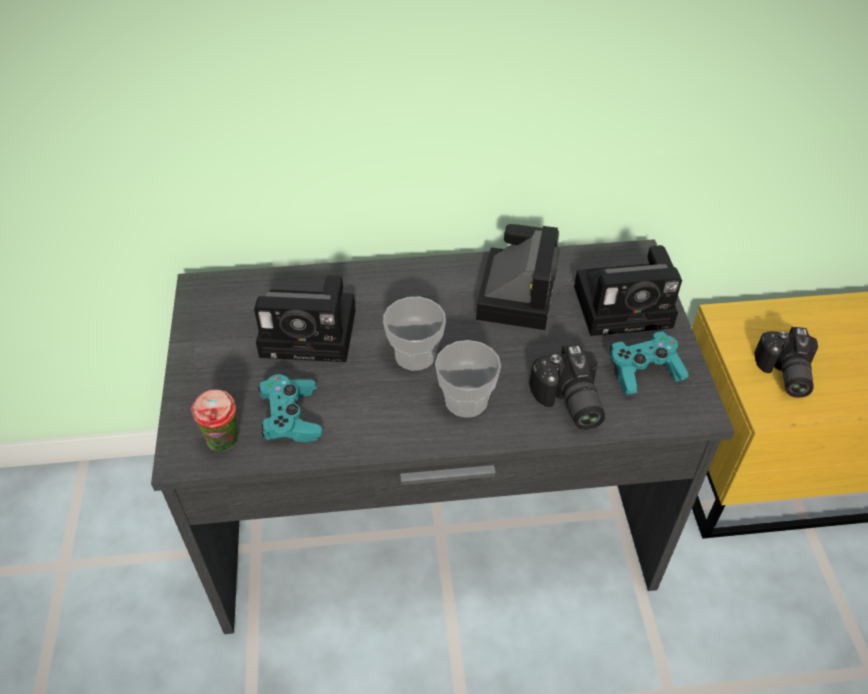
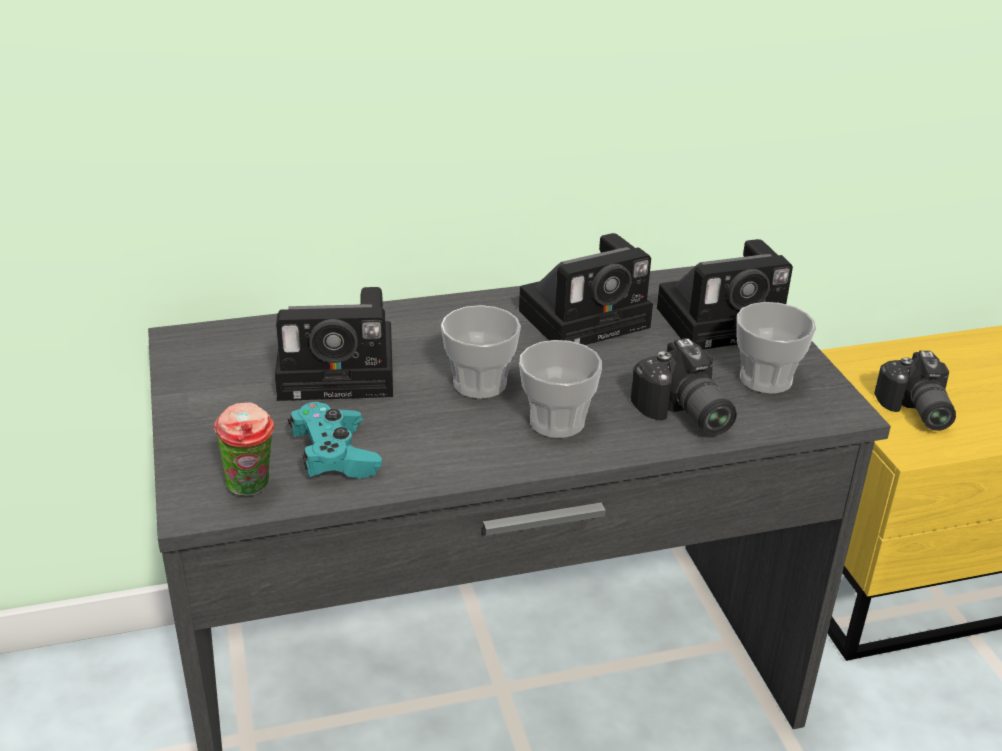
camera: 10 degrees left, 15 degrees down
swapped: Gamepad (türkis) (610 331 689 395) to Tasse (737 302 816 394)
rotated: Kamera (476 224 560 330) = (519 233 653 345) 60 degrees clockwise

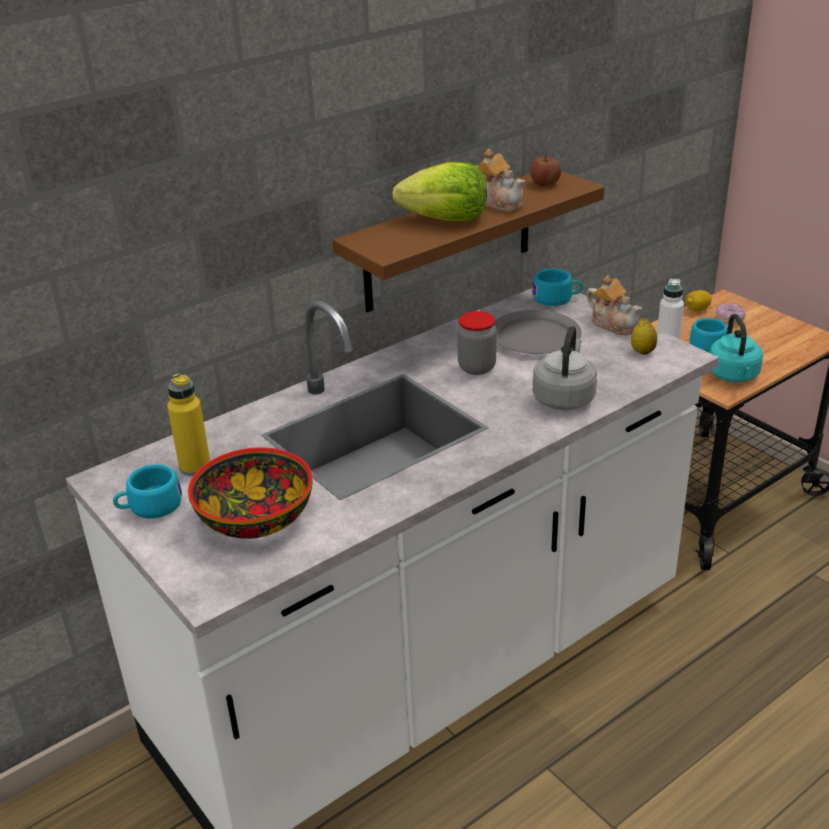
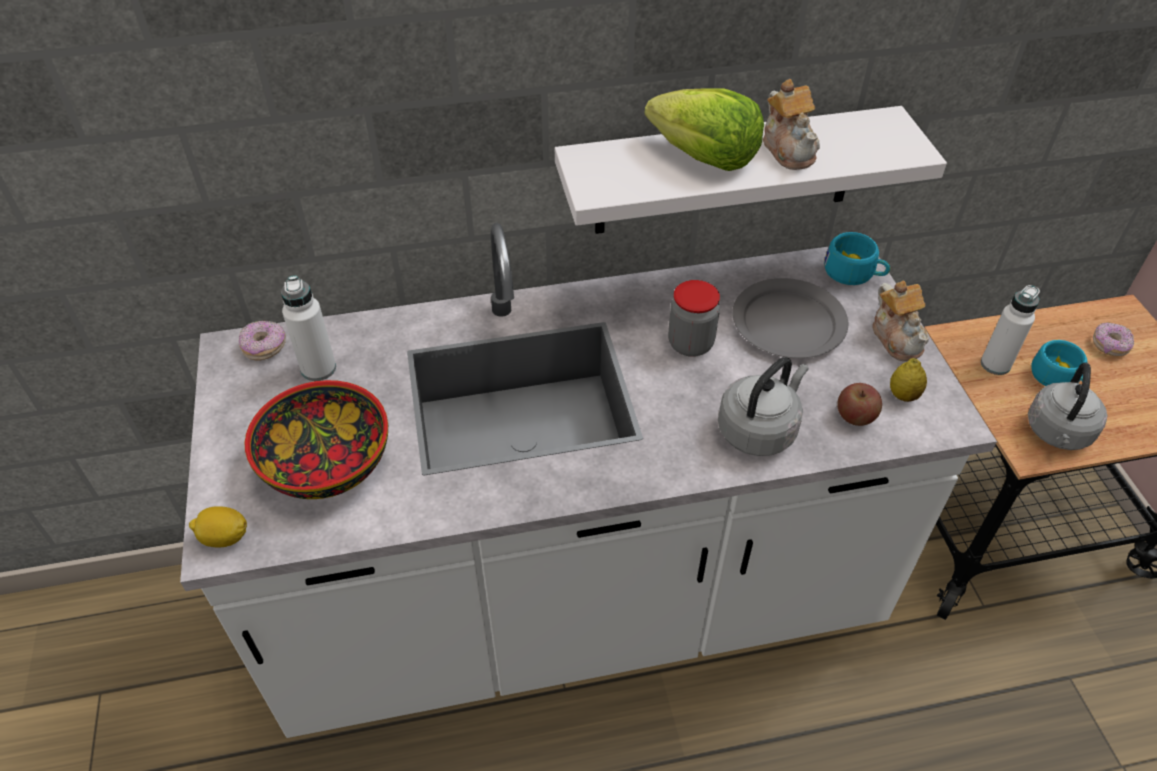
camera: 25 degrees right, 15 degrees up
gone: Tasse (türkis) (113 464 182 519)
new: Donut (239 320 286 361)
shifted: Apfel (530 156 561 187) to (837 383 882 426); Zitrone (686 290 712 311) to (189 506 247 547)
repainted: Flasche (gelb) (167 373 210 476) to Flasche (weiß) (281 276 336 381); Wandregal (braun) (332 171 604 312) to Wandregal (weiß) (555 106 947 234); Wasserkessel (türkis) (709 314 763 382) to Wasserkessel (grau) (1028 362 1107 450)

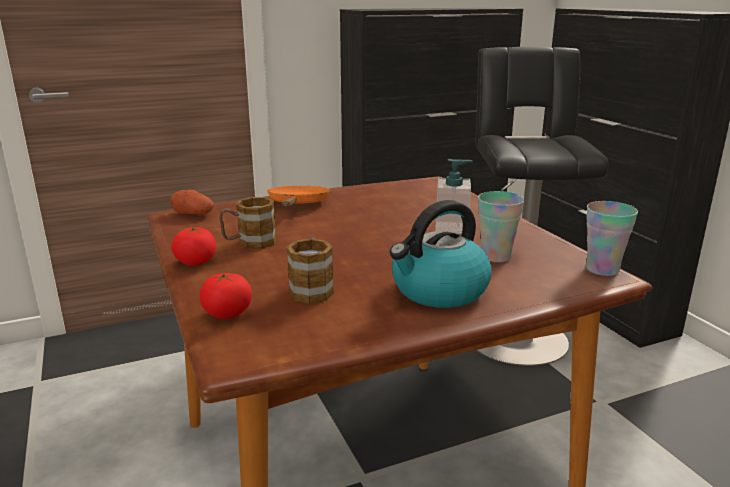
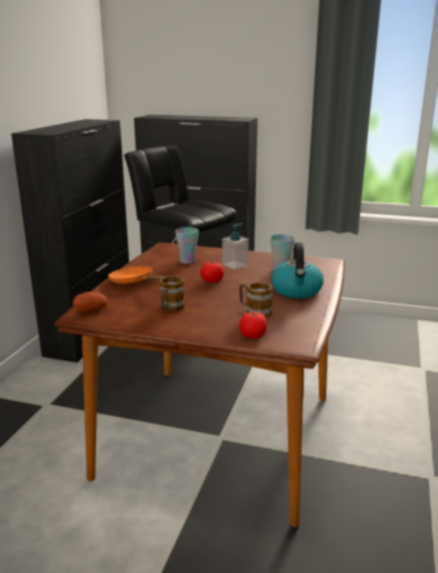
camera: 50 degrees left, 0 degrees up
shifted: Tomate (171 227 216 265) to (200 262 224 283); Tasse (586 201 638 276) to (175 227 199 264)

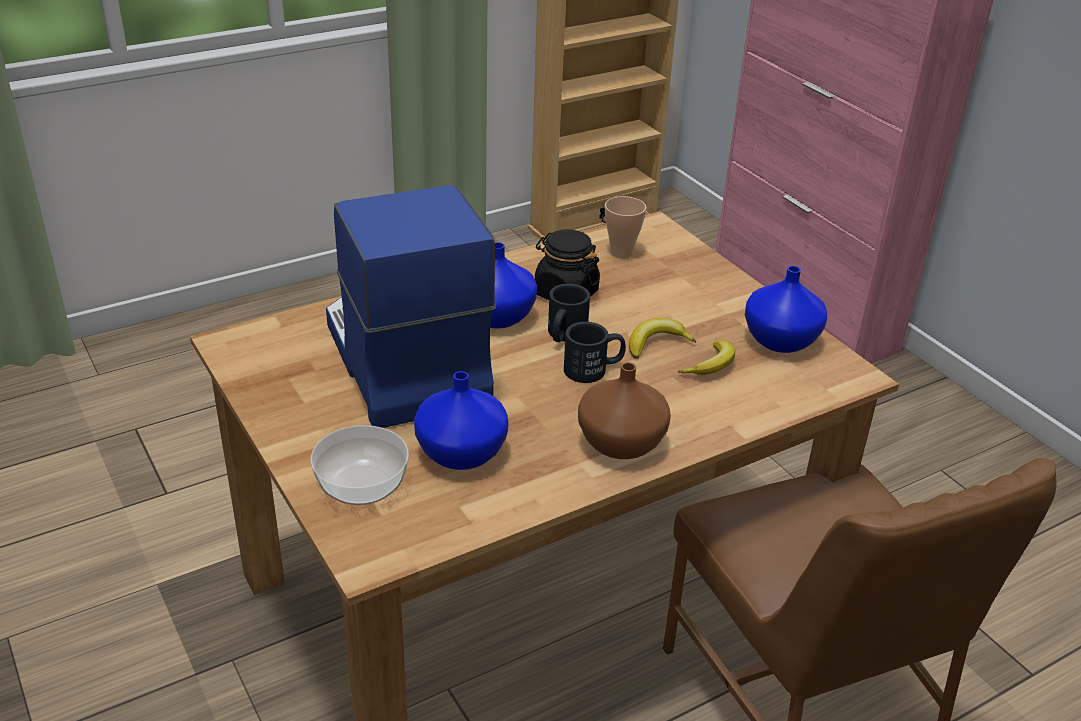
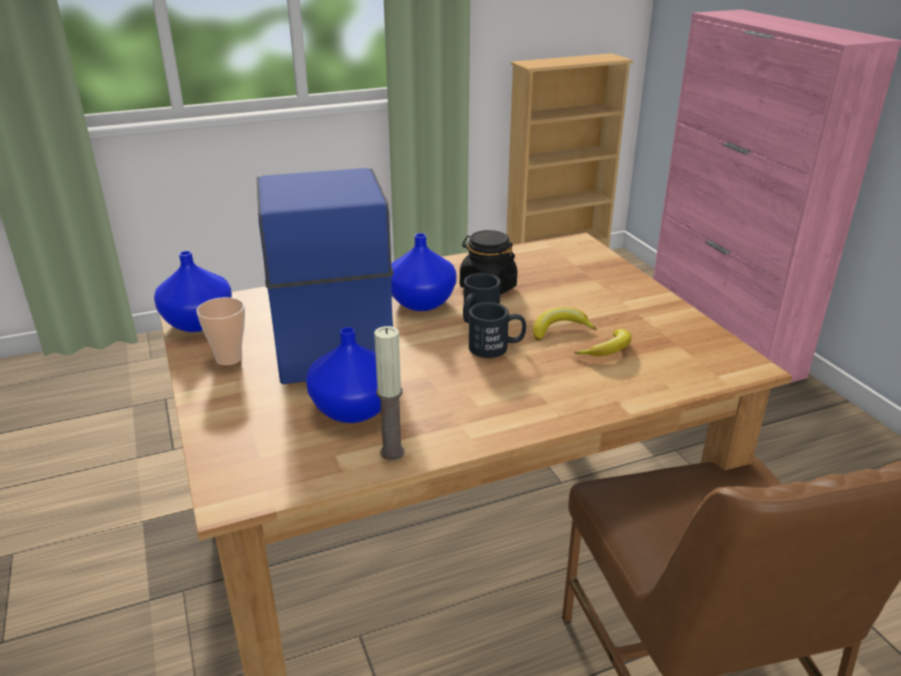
camera: 10 degrees right, 5 degrees down
gone: Schüssel (310 425 409 505); Vase (braun) (578 362 671 459)
new: Kerze (374 326 404 461)
shifted: Tasse (605 196 647 258) to (196 297 245 366); Vase (blau) (745 266 827 353) to (154 251 232 332)

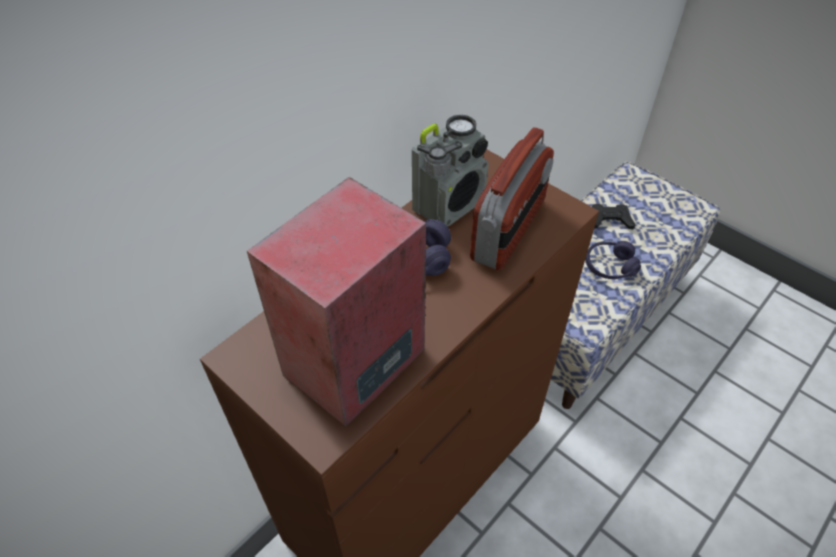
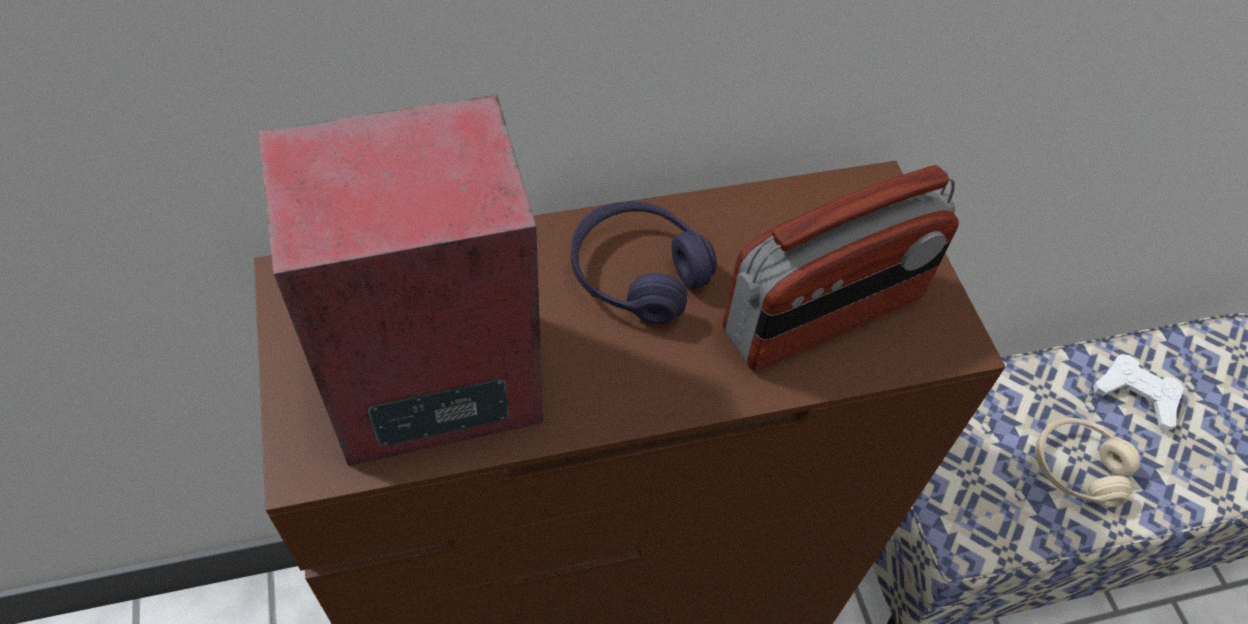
camera: 30 degrees right, 5 degrees up
gone: Radio (412 115 489 226)
repainted: Kopfhörer (lila) (586 241 641 280) to Kopfhörer (beige) (1035 418 1140 507); Gamepad (schwarz) (592 204 636 229) to Gamepad (weiß) (1093 354 1183 432)

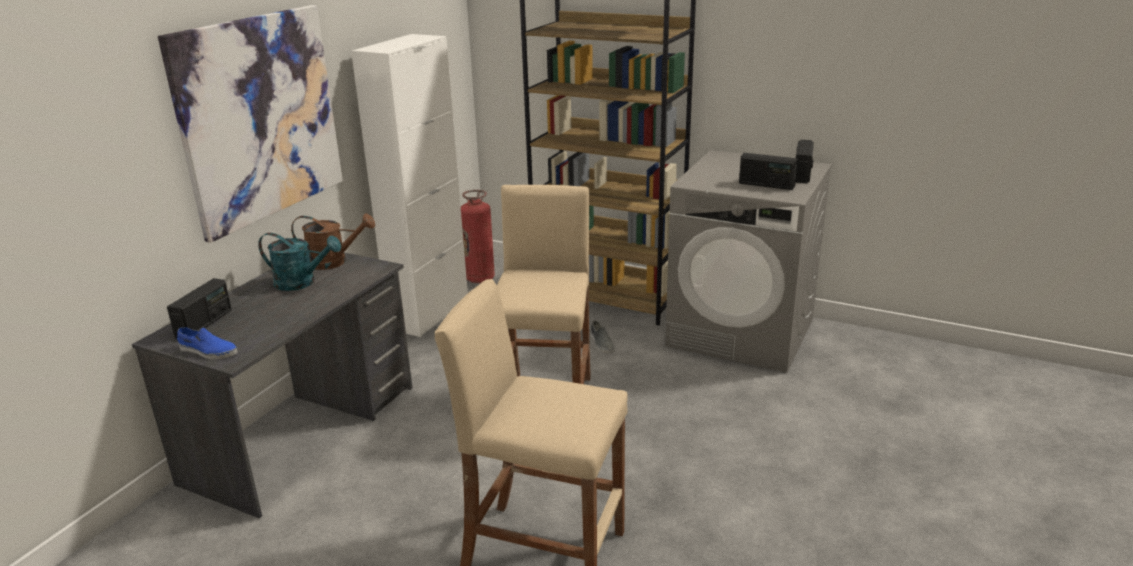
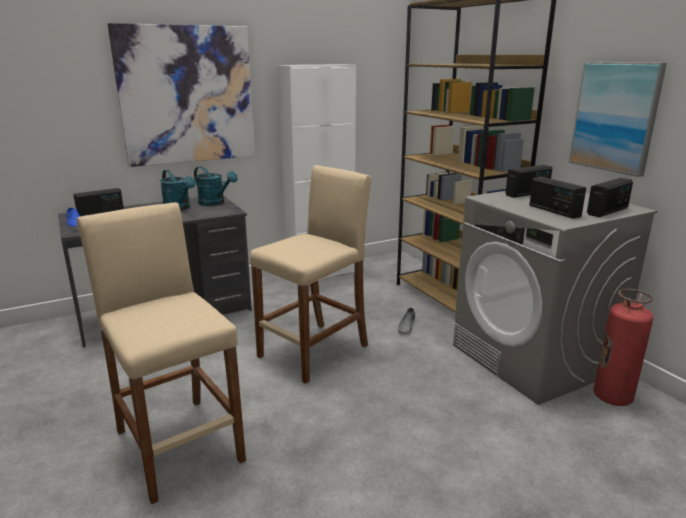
camera: 35 degrees right, 5 degrees down
new: Radio (505 165 553 198); Bild (569 62 667 177)
shifted: Feuerlöscher (461 190 495 283) to (593 289 653 406)
repainted: Gießkanne (braun) (291 214 375 270) to Gießkanne (türkis) (194 167 238 206)

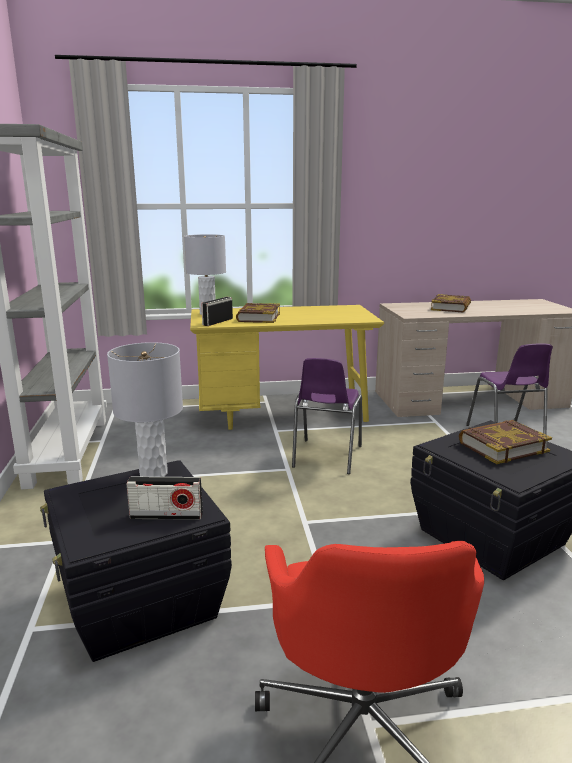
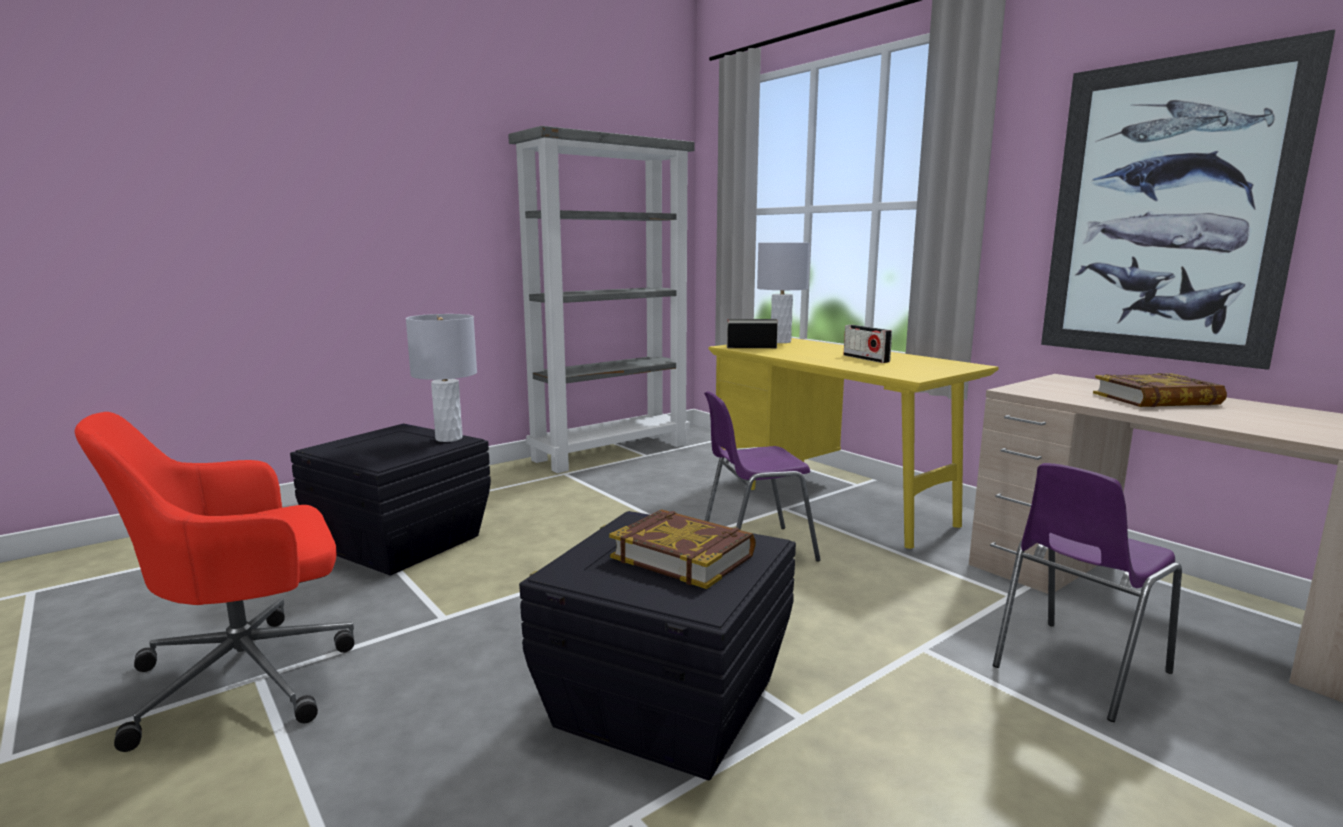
camera: 60 degrees right, 5 degrees down
gone: Buch (236 303 280 323)
new: Bild (1041 30 1335 370)
shifted: Radio (126 477 203 520) to (844 325 892 363)

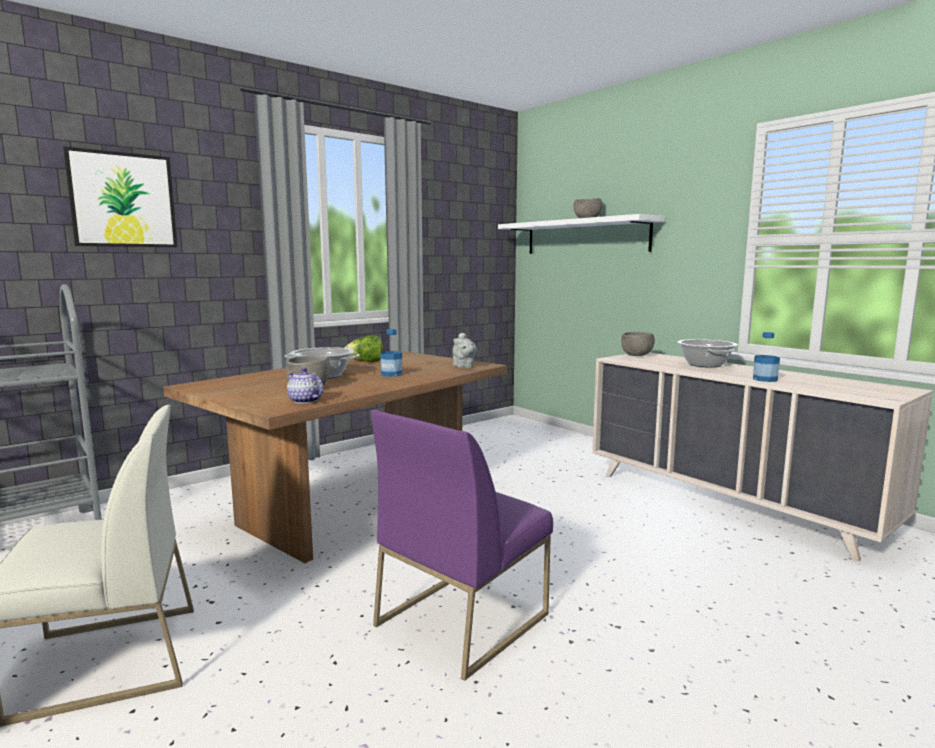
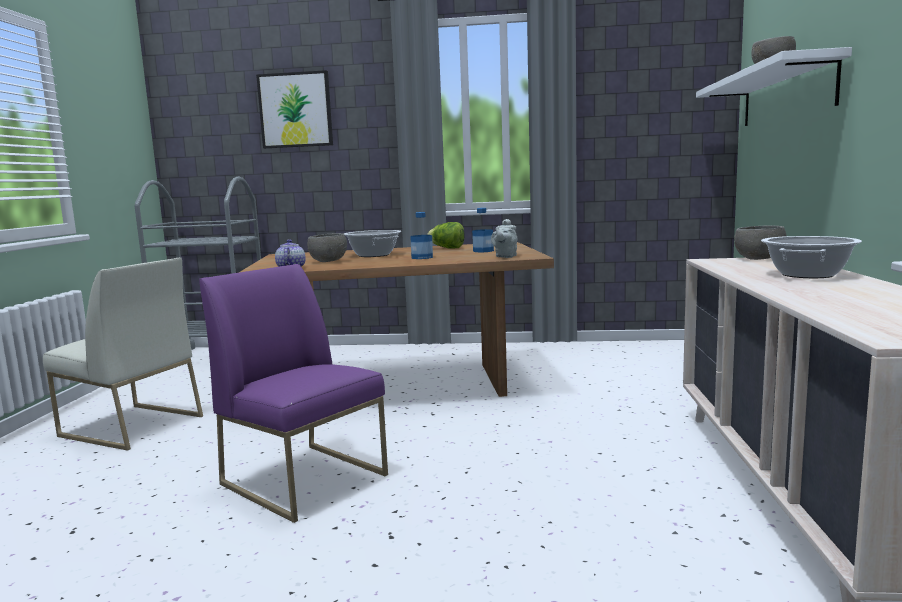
camera: 45 degrees right, 0 degrees up
shifted: Flasche (753 332 780 382) to (472 208 494 252)
rotated: Stuhl (lila) (371 410 553 681) = (199 264 388 523) 45 degrees clockwise

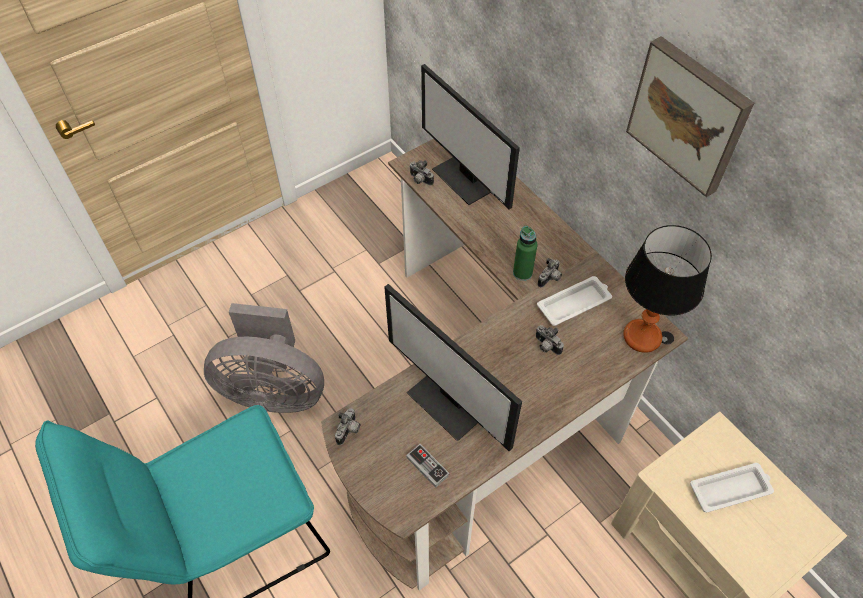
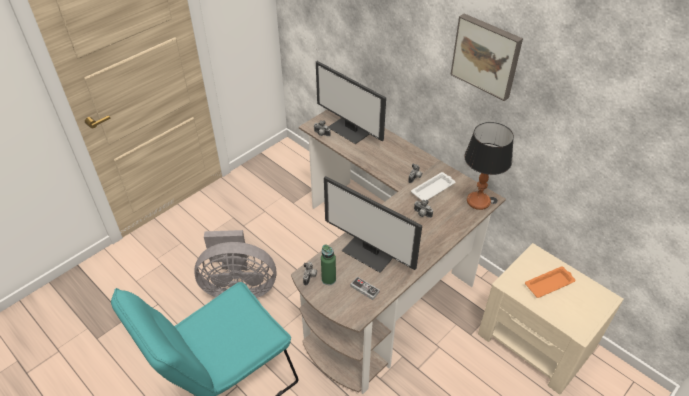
camera: 10 degrees left, 10 degrees down
shifted: Flasche (grün) (513 226 538 281) to (321 245 336 285)
repainted: Tablett (weiß) (690 463 774 513) to Tablett (orange) (525 266 575 298)

